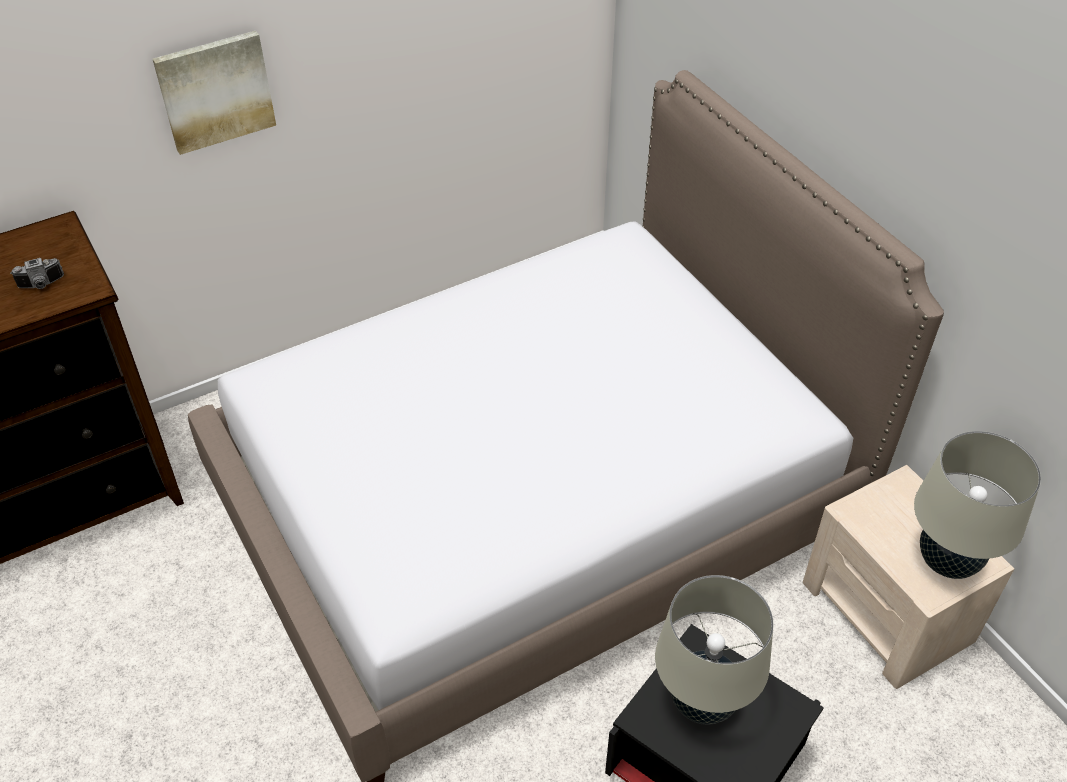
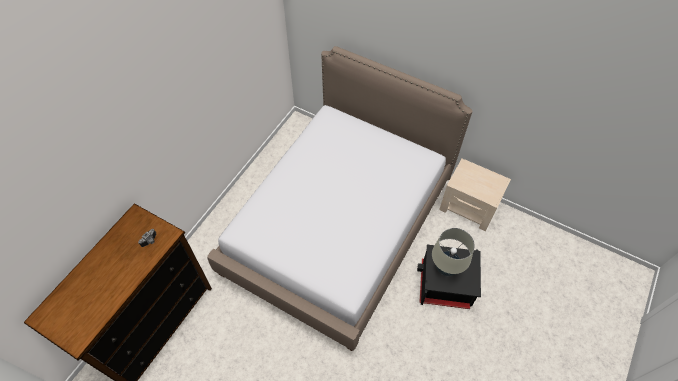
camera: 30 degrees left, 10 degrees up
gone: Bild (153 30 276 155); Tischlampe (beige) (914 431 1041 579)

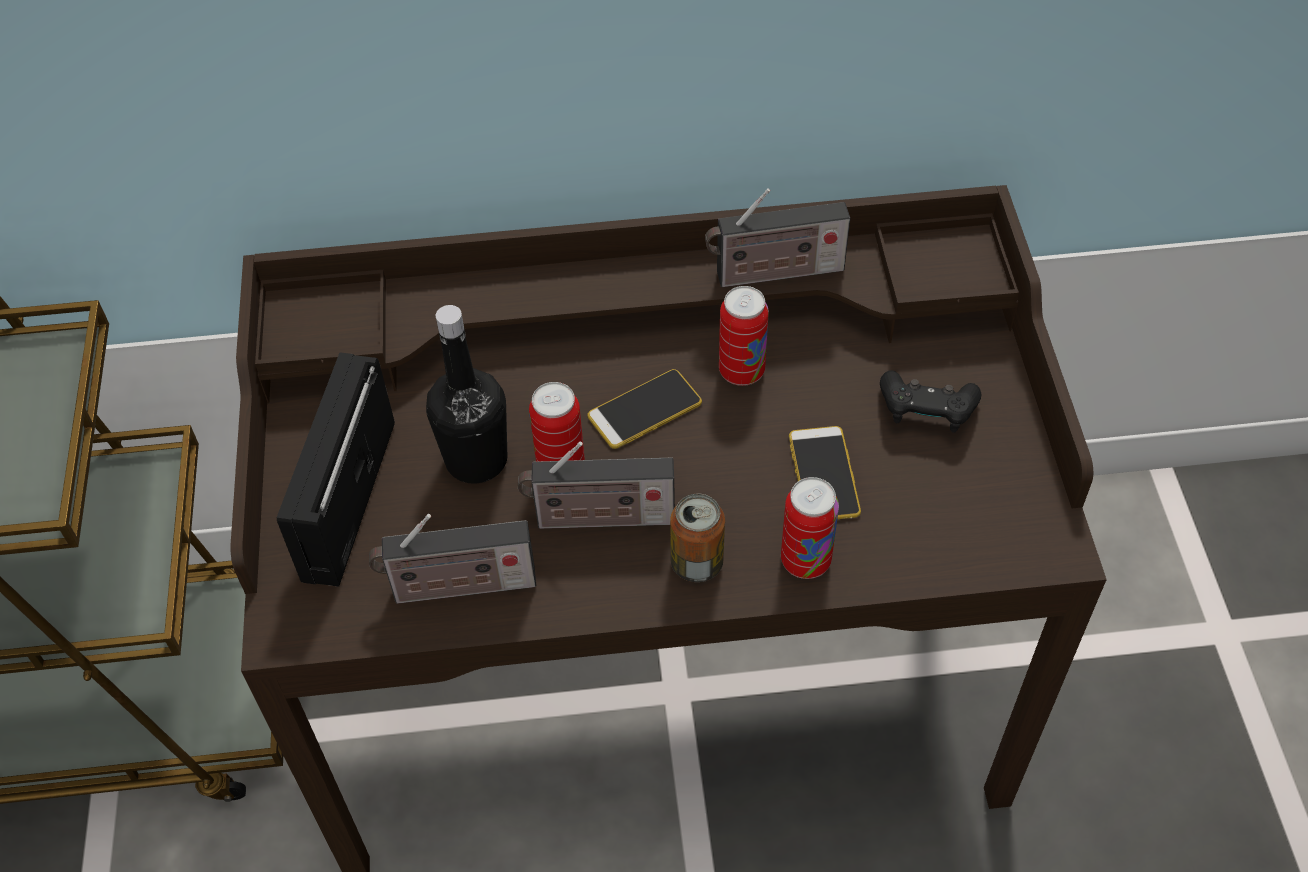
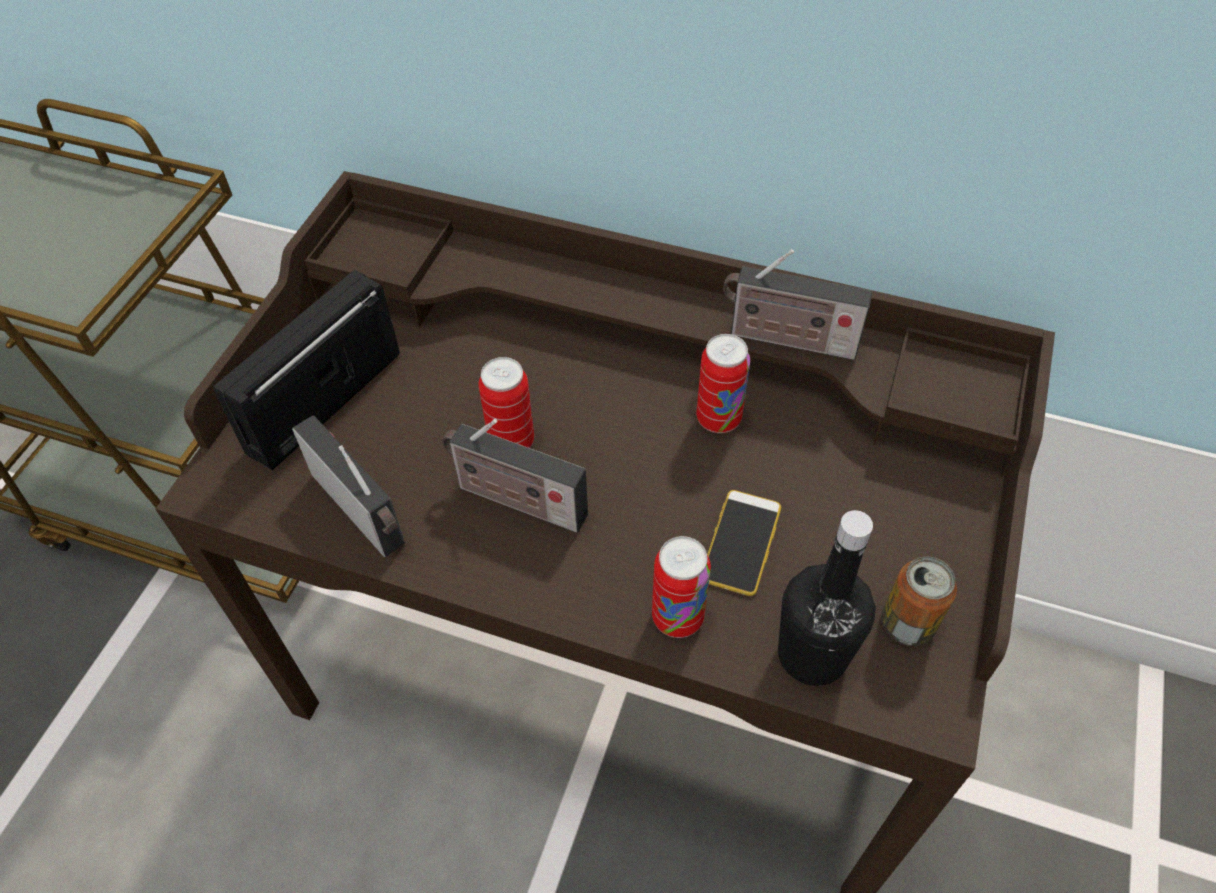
camera: 25 degrees right, 0 degrees up
gone: Handy (587 369 702 449); Gamepad (schwarz) (880 370 981 433)
shifted: Flasche (schwarz) (426 305 507 484) to (778 510 876 686); Dose (670 494 725 582) to (881 556 957 646)
rotated: Radio (369 514 536 604) = (292 415 405 557) 150 degrees counterclockwise

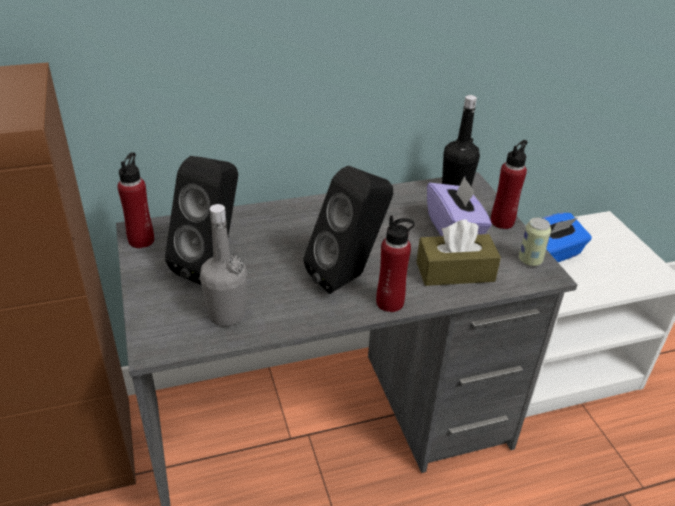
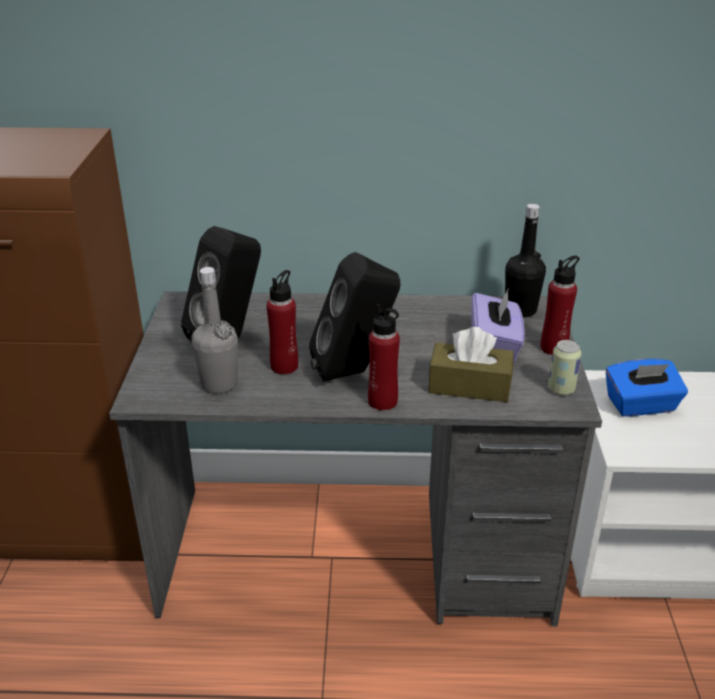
camera: 20 degrees right, 5 degrees down
shifted: Flasche (rot) (117 152 154 248) to (266 270 298 374)

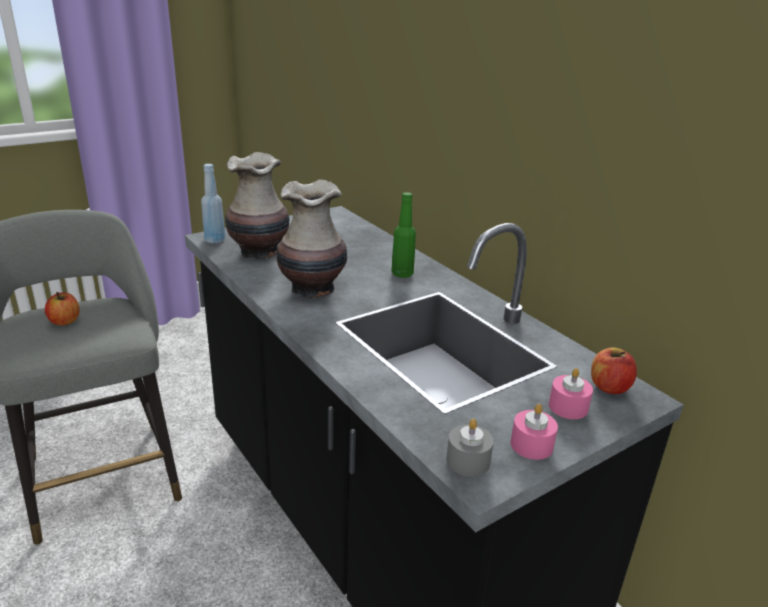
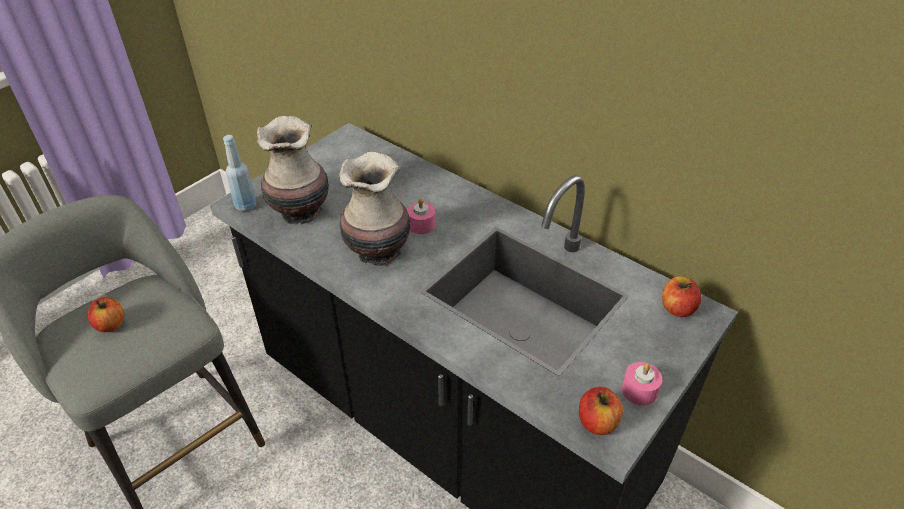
camera: 15 degrees left, 15 degrees up
gone: Flasche (grün) (392 192 416 278)
shifted: Kerze (rosa) (549 368 593 419) to (407 198 436 234)
swapped: Kerze (grau) (446 419 494 477) to Apfel (579 387 623 435)

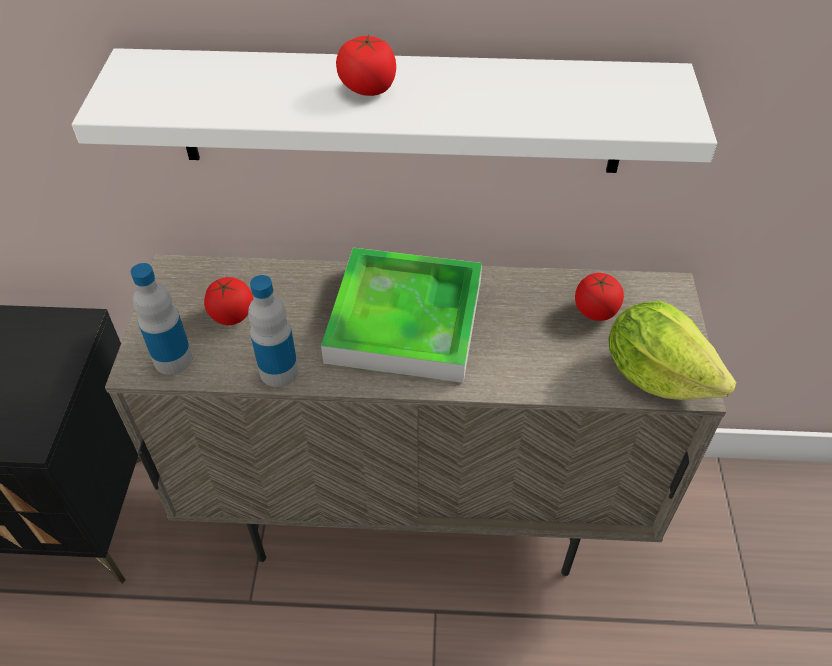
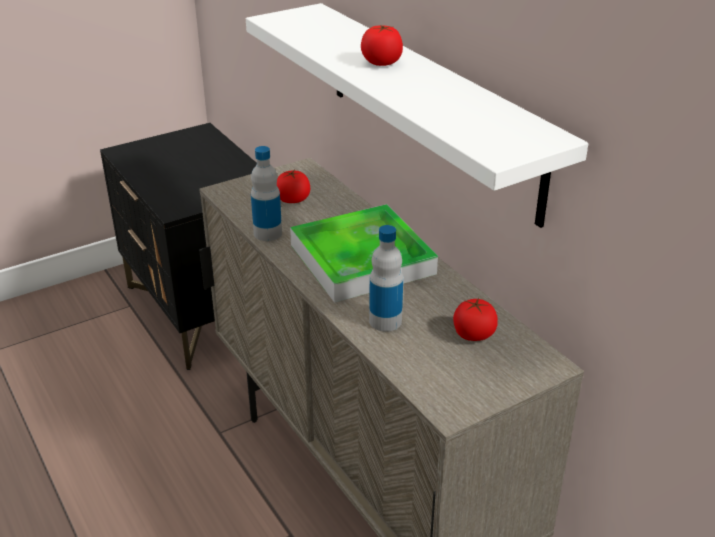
camera: 55 degrees right, 15 degrees down
gone: Salatkopf (608 300 736 400)
shifted: Flasche (131 263 193 375) to (369 225 403 332)

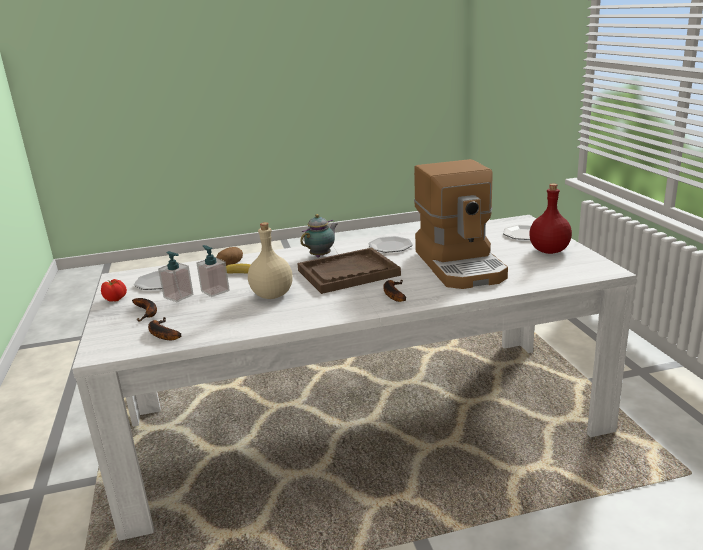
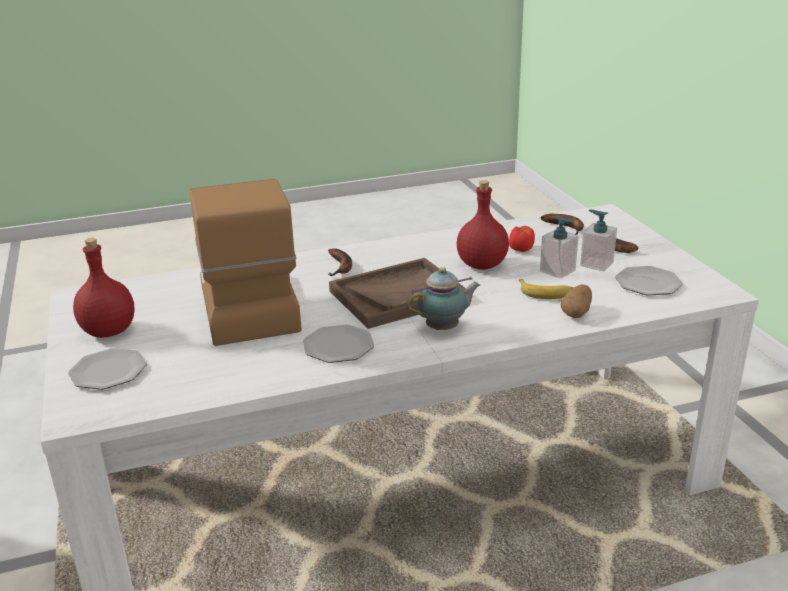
camera: 175 degrees right, 5 degrees up
shifted: Tomate (101 279 127 302) to (509 226 535 252)
repainted: Flasche (beige) (248 222 293 299) to Flasche (rot) (457 180 509 270)
rotated: Teekanne (300 214 337 257) = (406 267 480 330) 150 degrees counterclockwise

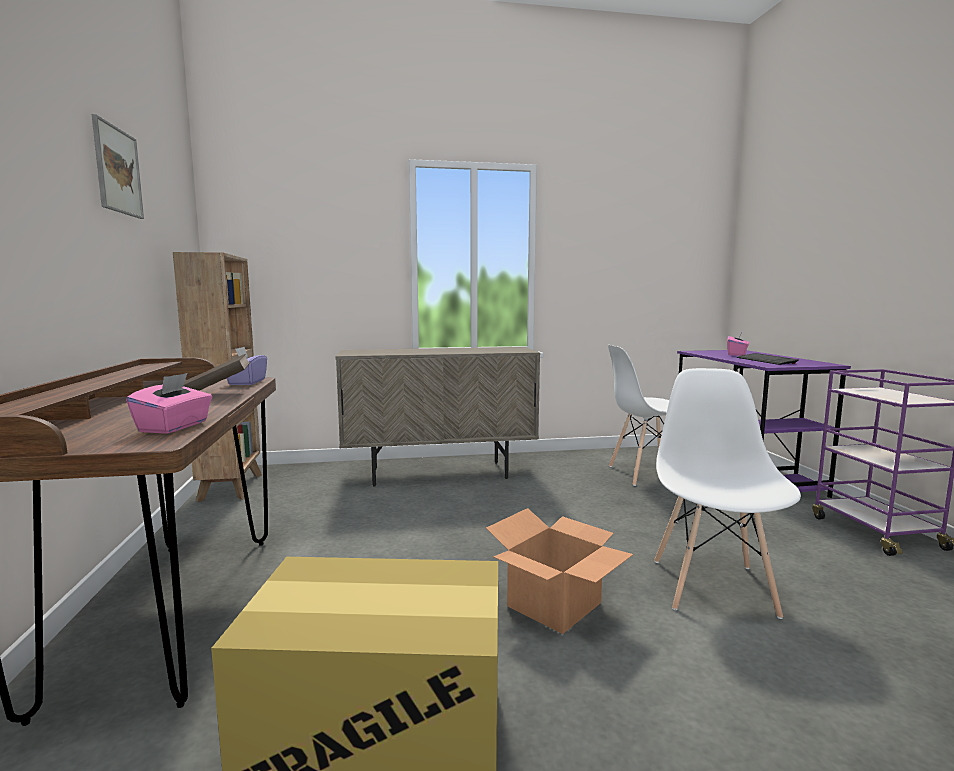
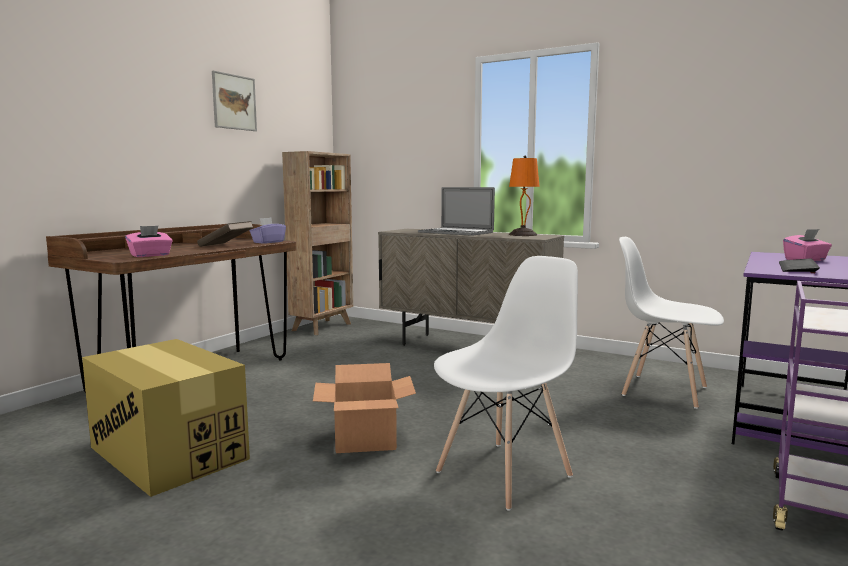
camera: 40 degrees right, 0 degrees up
new: Laptop (418 187 495 236); Tischlampe (orange) (509 156 540 236)

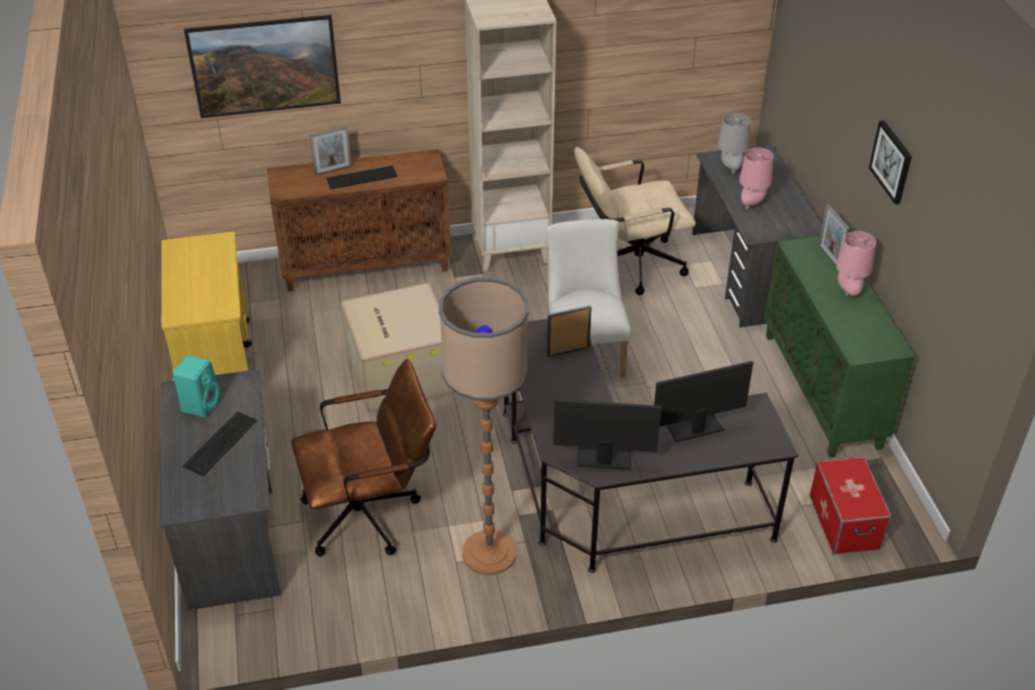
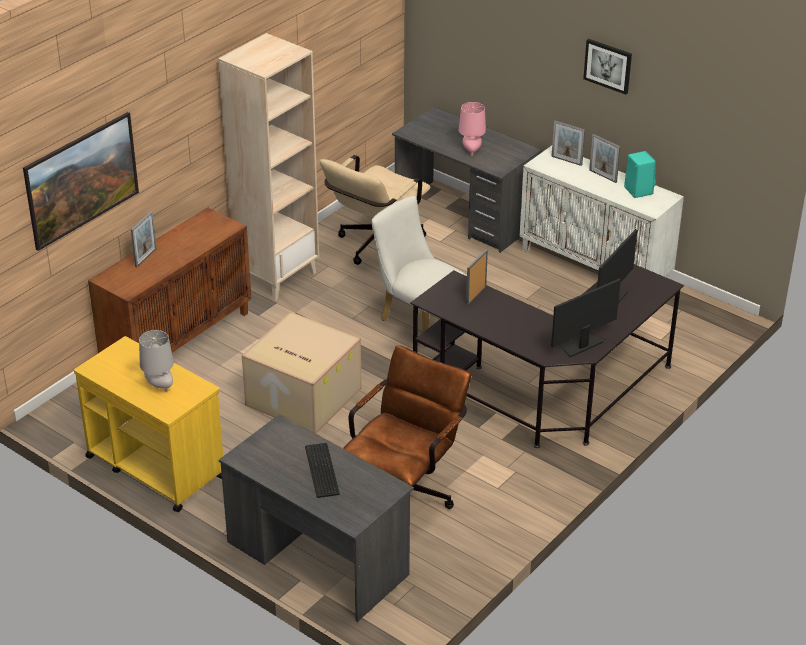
camera: 40 degrees left, 5 degrees down
gone: Tastatur (326 166 398 189); Stehlampe (439 277 529 575); Aufbewahrungsbox (810 456 891 554)
shifted: Lautsprecher (türkis) (173 355 221 418) to (624 151 656 198); Tischlampe (grau) (718 113 750 174) to (139 330 174 392)
swapped: Tischlampe (rosa) (836 231 876 296) to Bilderrahmen (589 134 621 183)
repainted: Schrank (grün) (764 236 915 457) to Schrank (weiß) (519 146 684 278)

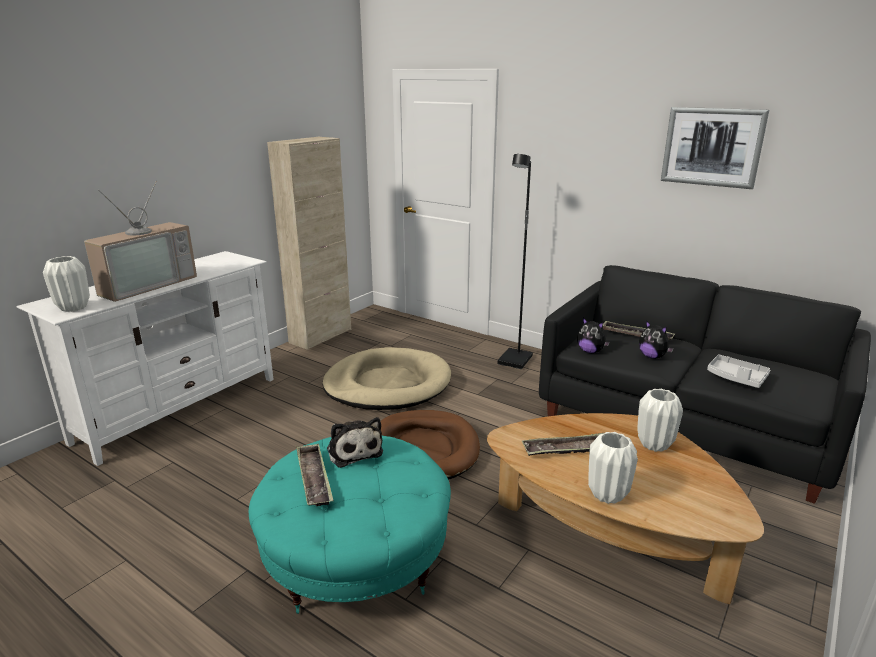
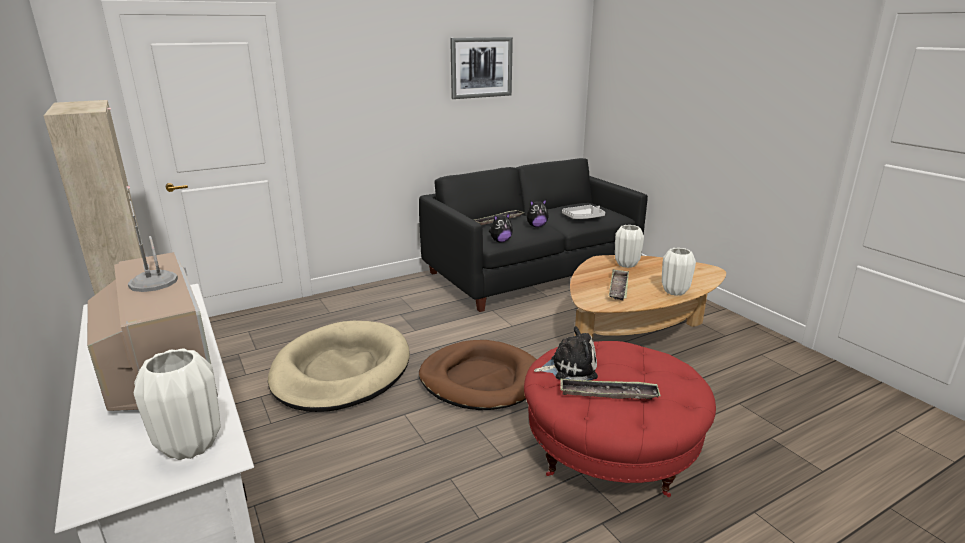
camera: 65 degrees left, 0 degrees up
gone: Stehlampe (schwarz) (497 154 533 369)
repainted: Polsterhocker (türkis) (249 436 451 614) to Polsterhocker (rot) (524 341 716 497)

